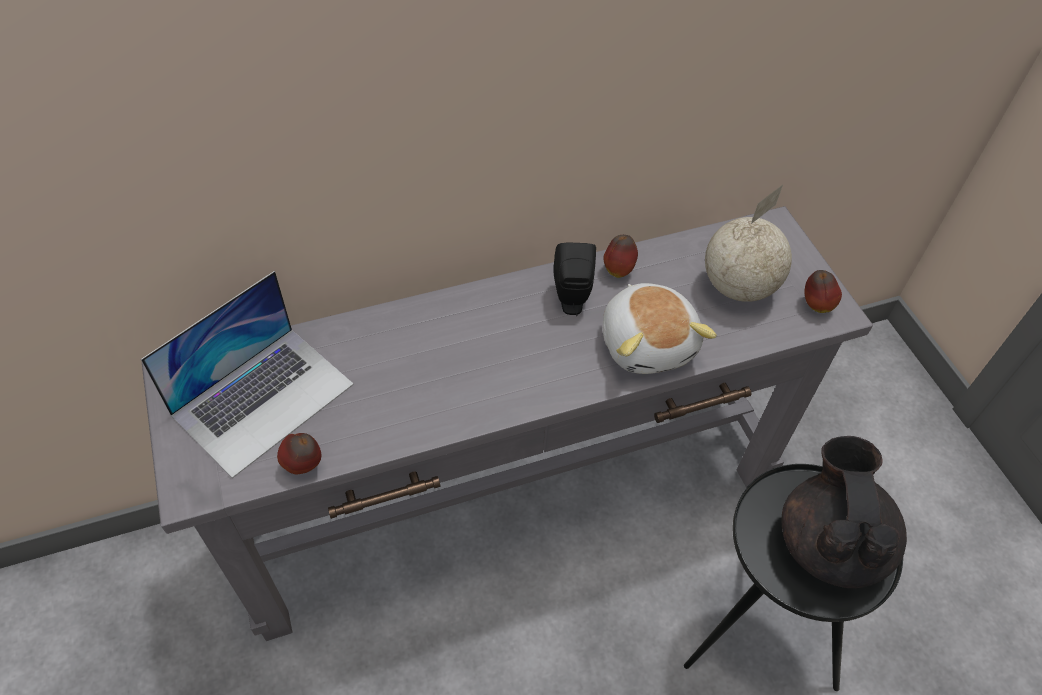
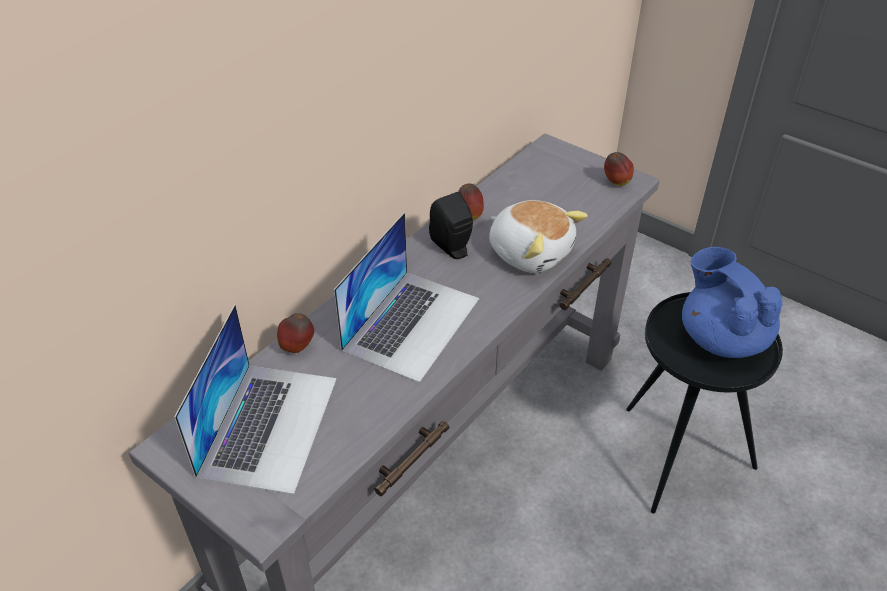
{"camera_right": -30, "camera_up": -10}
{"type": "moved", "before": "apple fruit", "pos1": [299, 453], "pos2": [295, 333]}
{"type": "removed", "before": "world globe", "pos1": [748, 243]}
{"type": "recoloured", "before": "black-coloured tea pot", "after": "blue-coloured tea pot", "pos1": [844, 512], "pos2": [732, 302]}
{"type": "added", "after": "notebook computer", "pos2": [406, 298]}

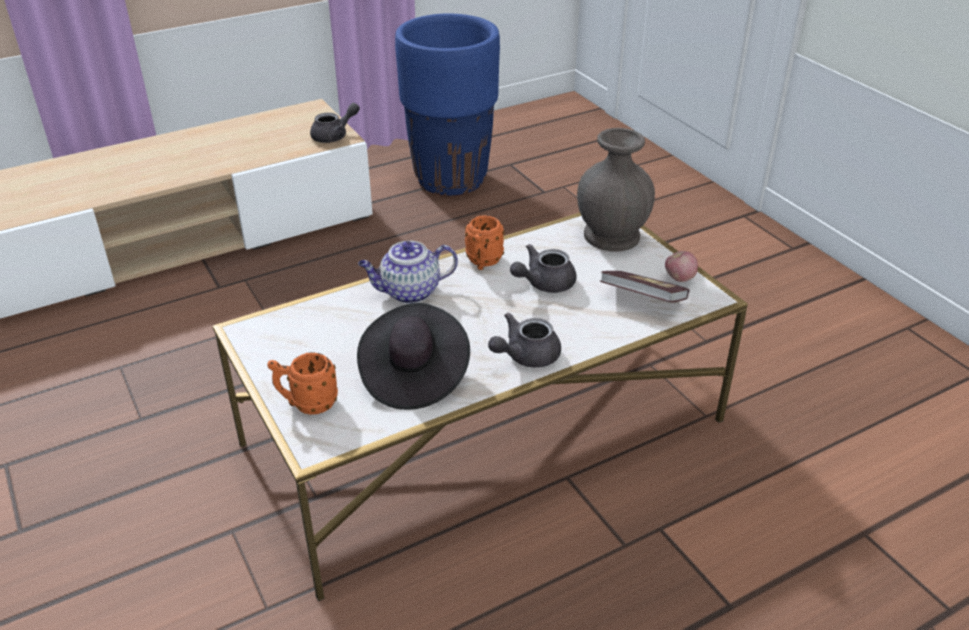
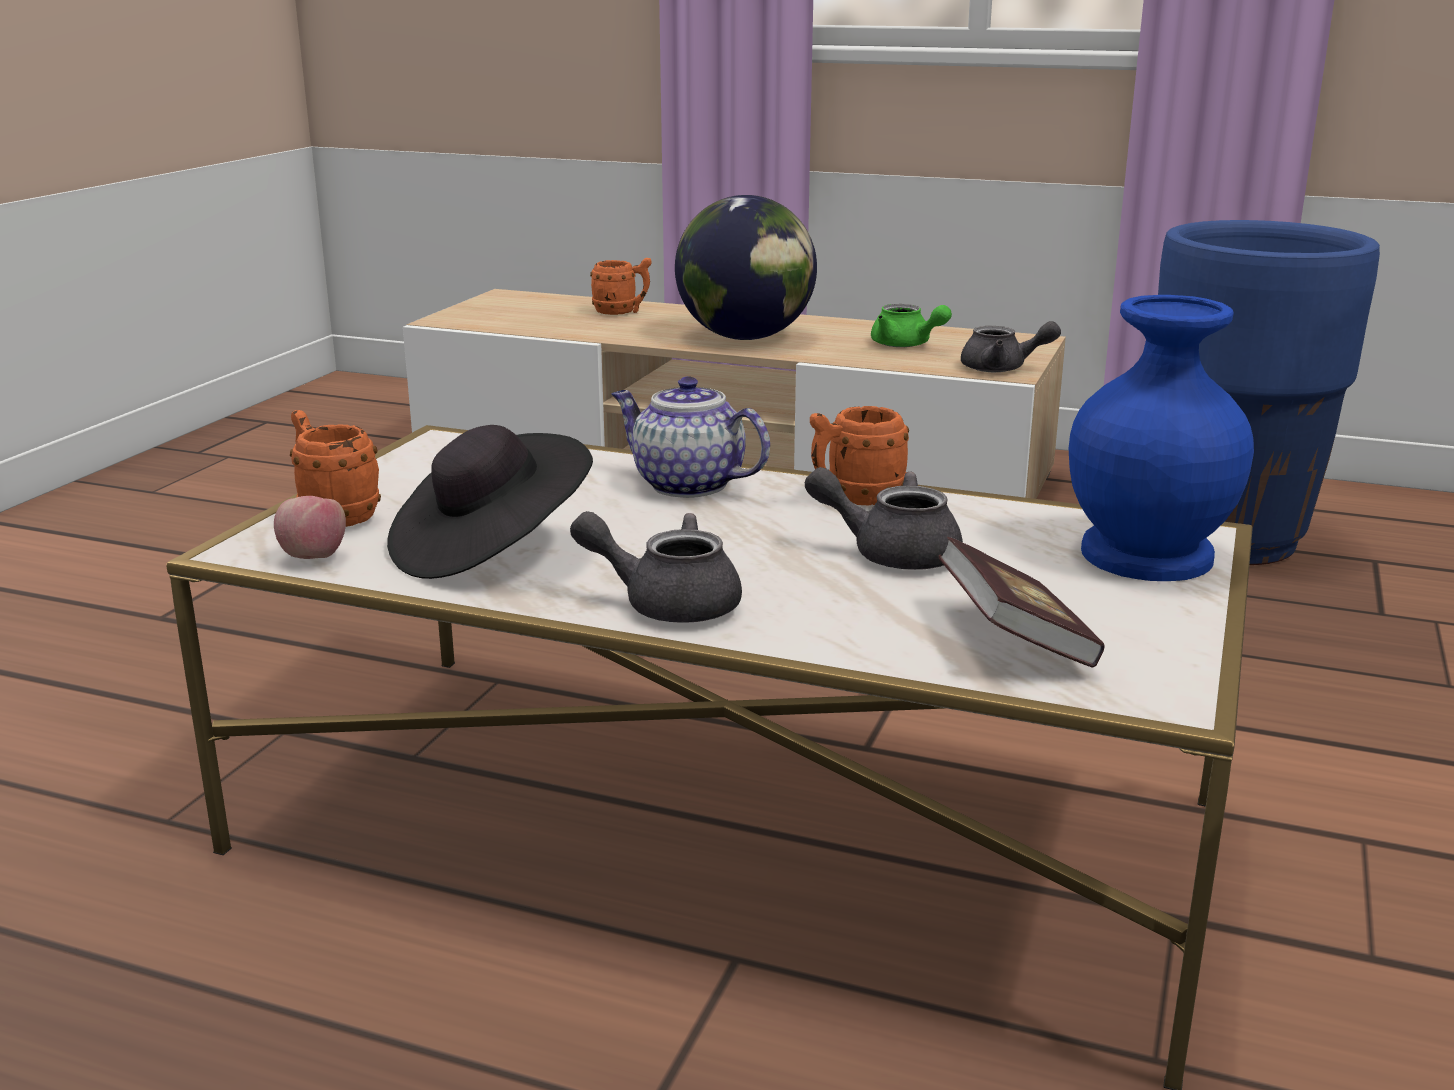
{"camera_right": 50, "camera_up": -15}
{"type": "recoloured", "before": "grey vase", "after": "blue-coloured vase", "pos1": [616, 190], "pos2": [1161, 438]}
{"type": "moved", "before": "apple fruit", "pos1": [681, 266], "pos2": [310, 527]}
{"type": "added", "after": "orangey coffee mug", "pos2": [621, 286]}
{"type": "added", "after": "world globe", "pos2": [746, 267]}
{"type": "added", "after": "green tea pot", "pos2": [911, 325]}

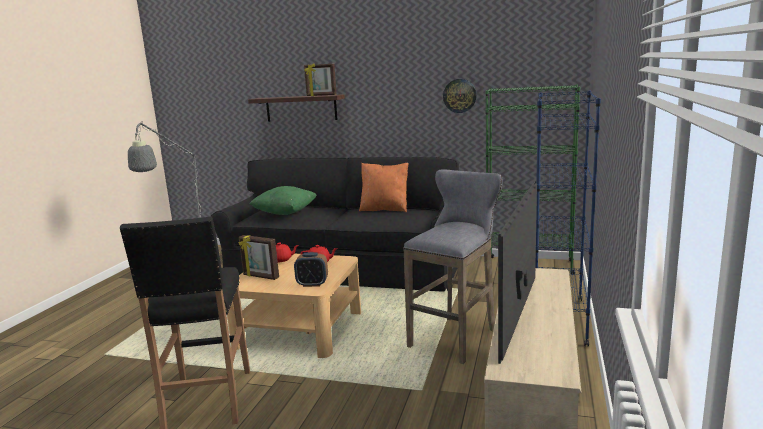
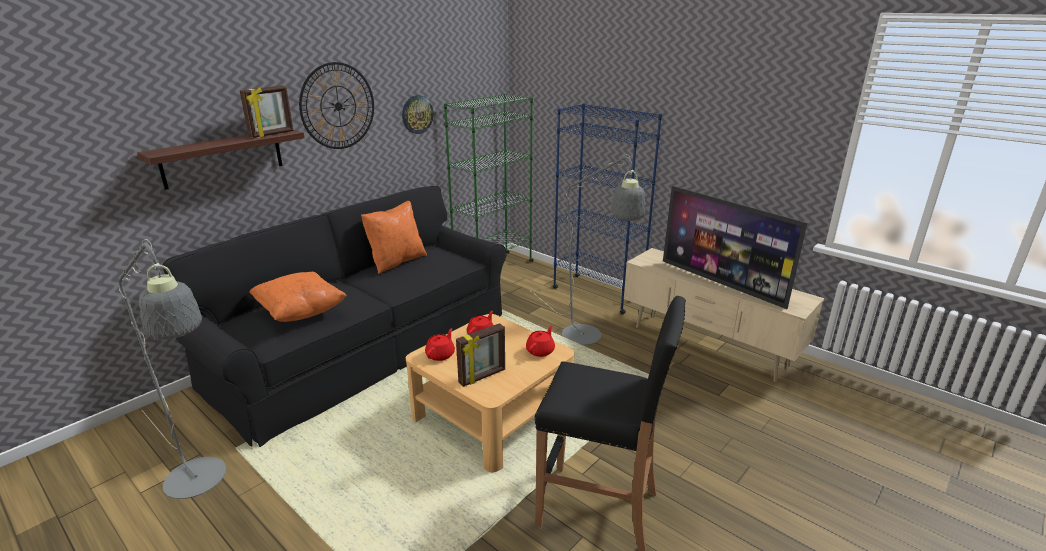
{"camera_right": -65, "camera_up": 10}
{"type": "recoloured", "before": "green cushion", "after": "orangey cushion", "pos1": [283, 200], "pos2": [298, 297]}
{"type": "replaced", "before": "alarm clock", "after": "reddish tea pot", "pos1": [311, 269], "pos2": [540, 341]}
{"type": "replaced", "before": "grey stool seat", "after": "grey standing lamp", "pos1": [453, 266], "pos2": [588, 249]}
{"type": "added", "after": "hanging clock", "pos2": [336, 105]}

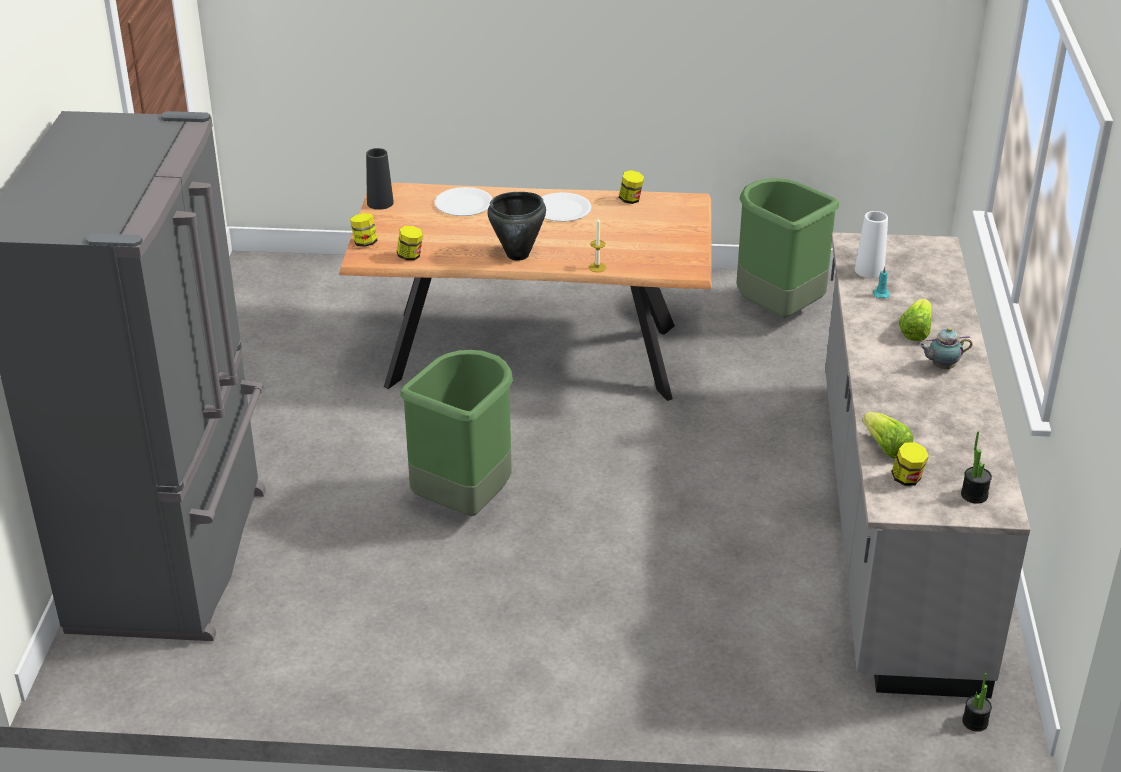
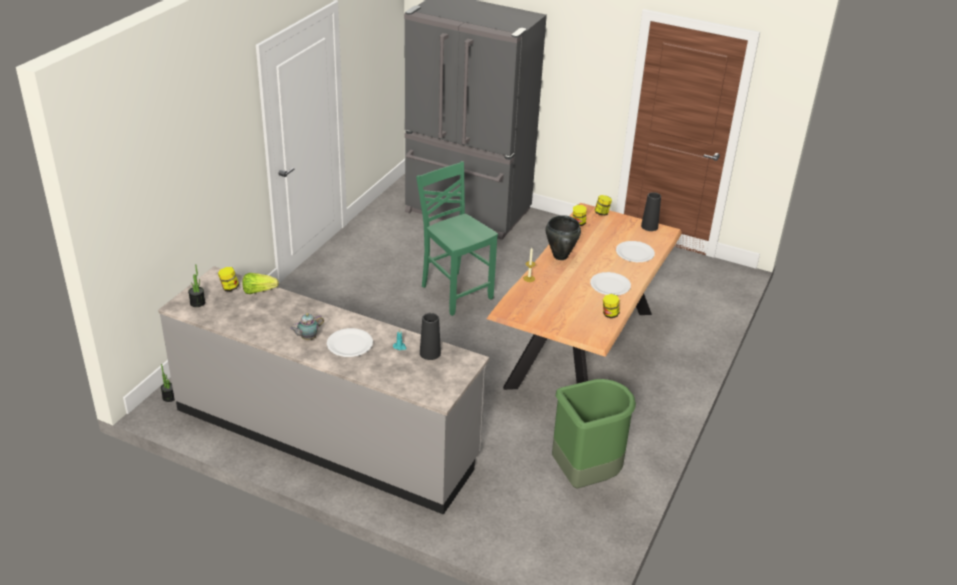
{"camera_right": 110, "camera_up": 0}
{"type": "replaced", "before": "green rubbish bin", "after": "green upright chair", "pos1": [456, 433], "pos2": [457, 238]}
{"type": "recoloured", "before": "white vase", "after": "black-coloured vase", "pos1": [871, 244], "pos2": [430, 336]}
{"type": "replaced", "before": "head of lettuce", "after": "white flat dish", "pos1": [915, 320], "pos2": [350, 342]}
{"type": "turned", "before": "tea pot", "pos1": [946, 348], "pos2": [307, 326], "turn": -135}

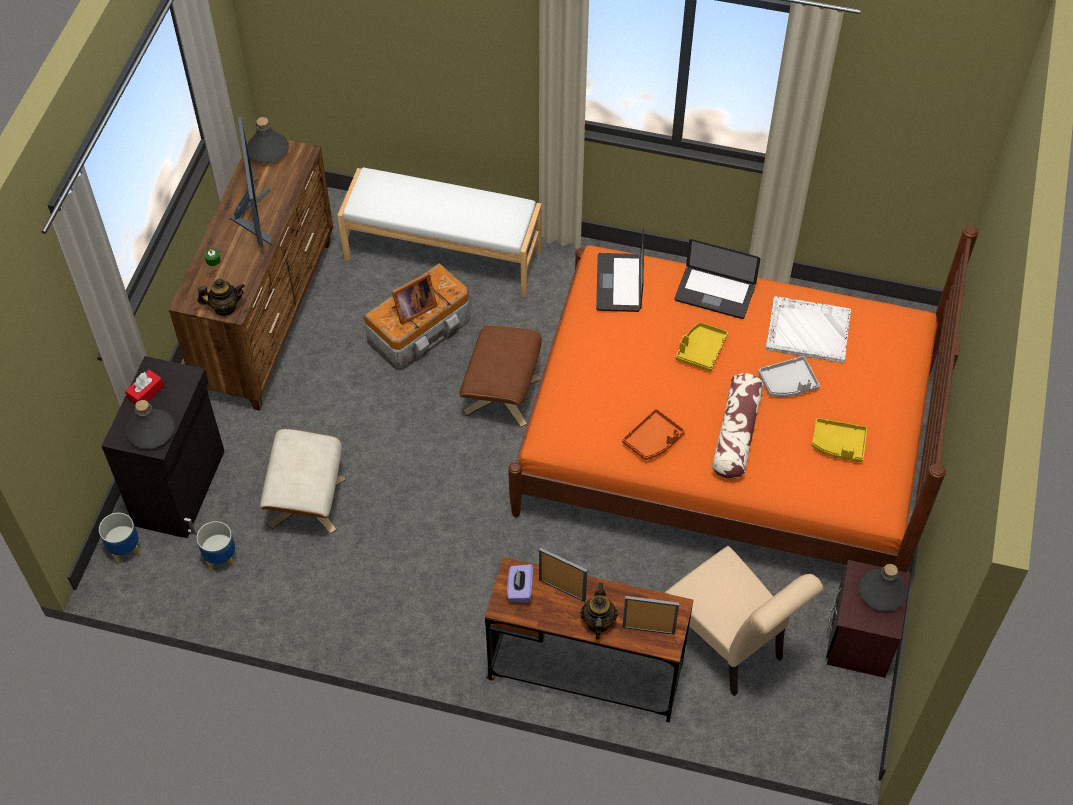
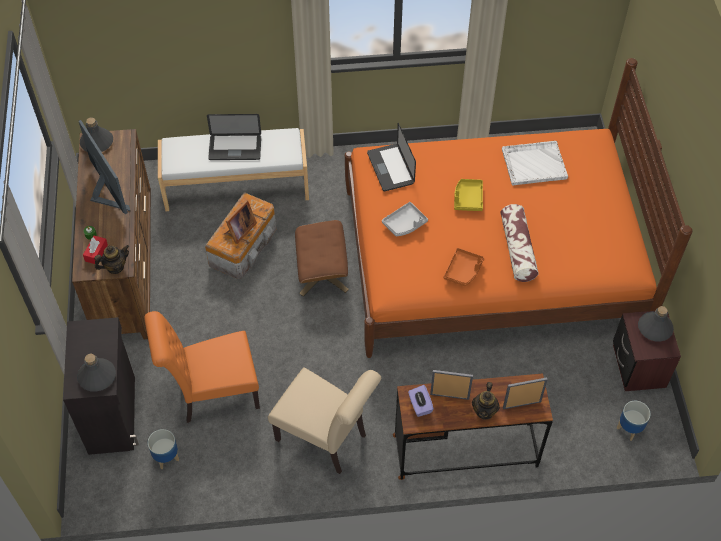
{"camera_right": -20, "camera_up": 0}
{"type": "moved", "before": "planter", "pos1": [120, 538], "pos2": [634, 421]}
{"type": "moved", "before": "reddish tissue box", "pos1": [144, 387], "pos2": [95, 250]}
{"type": "replaced", "before": "beige-coloured ottoman", "after": "orangey upright chair", "pos1": [302, 481], "pos2": [202, 367]}
{"type": "turned", "before": "tea pot", "pos1": [599, 611], "pos2": [486, 401], "turn": -150}
{"type": "moved", "before": "beige-coloured upright chair", "pos1": [744, 621], "pos2": [324, 421]}
{"type": "moved", "before": "notebook computer", "pos1": [717, 279], "pos2": [234, 137]}
{"type": "moved", "before": "grey serving tray", "pos1": [789, 376], "pos2": [405, 219]}
{"type": "removed", "before": "yellow serving tray", "pos1": [839, 440]}

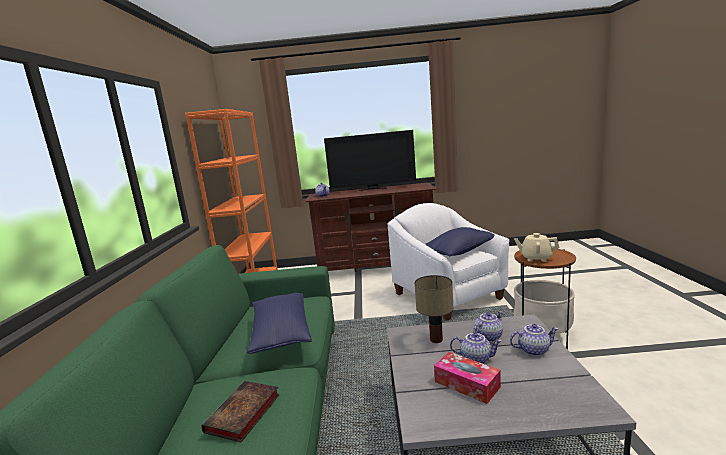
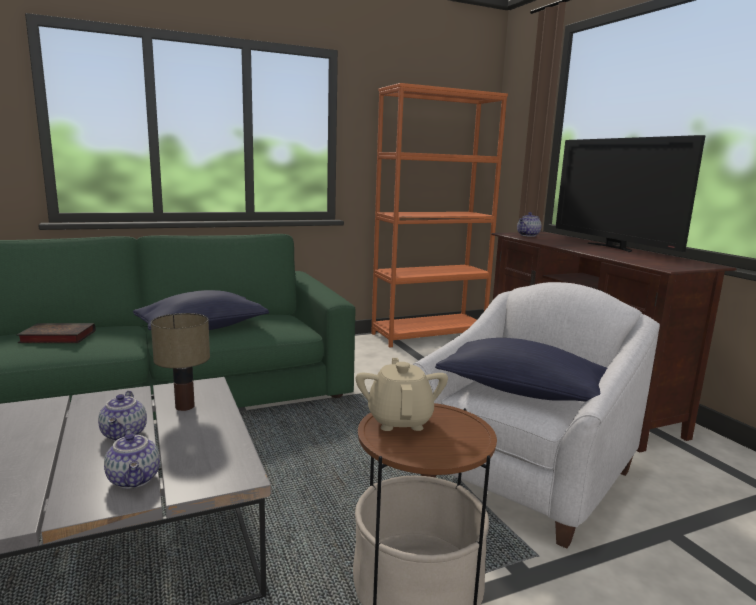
{"camera_right": 65, "camera_up": 0}
{"type": "removed", "before": "tissue box", "pos1": [467, 378]}
{"type": "removed", "before": "tea pot", "pos1": [488, 326]}

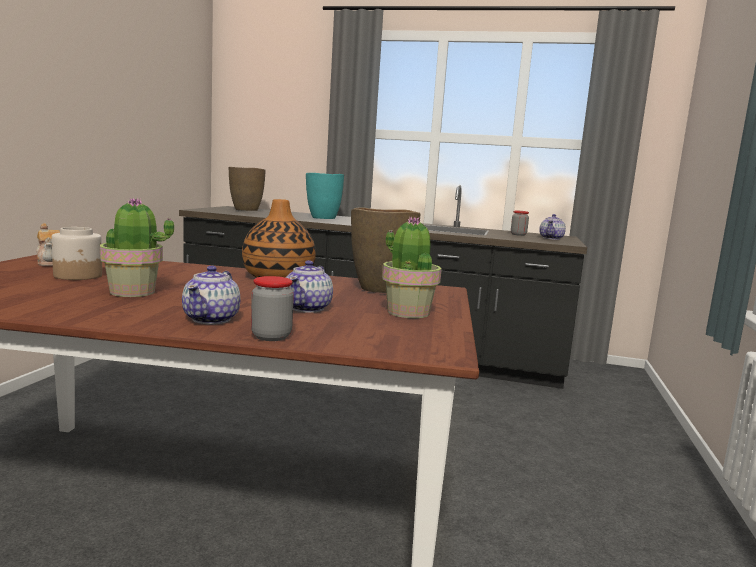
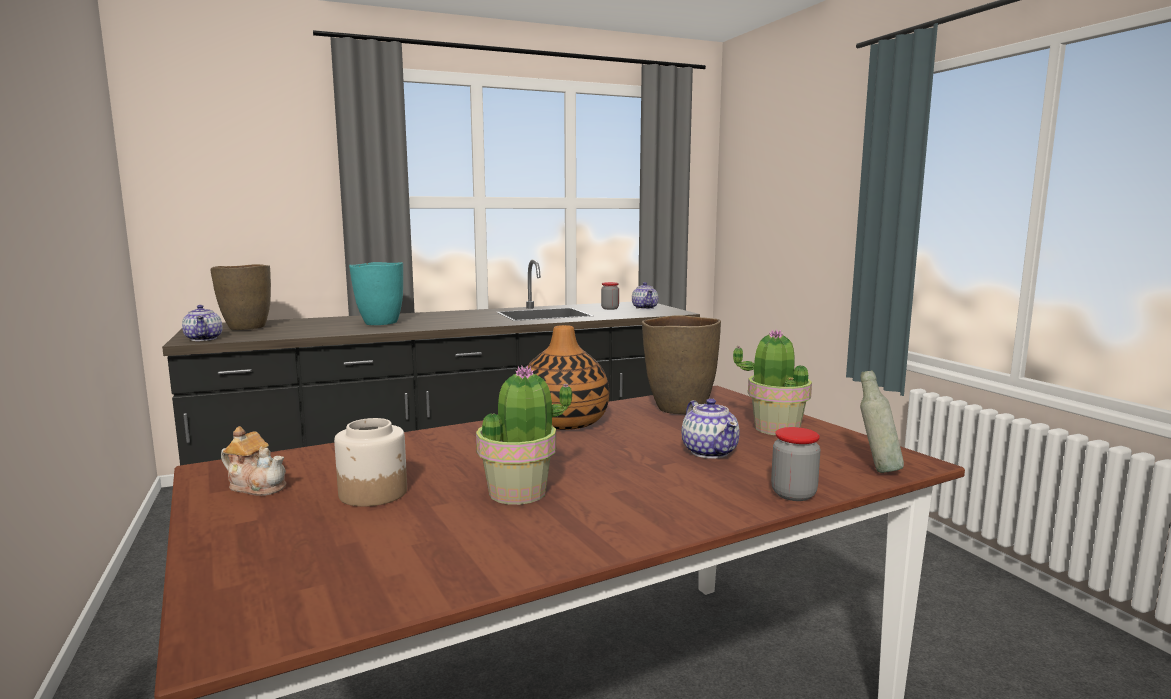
{"camera_right": -35, "camera_up": 0}
{"type": "moved", "before": "tea pot", "pos1": [211, 294], "pos2": [202, 323]}
{"type": "added", "after": "grey beverage bottle", "pos2": [882, 421]}

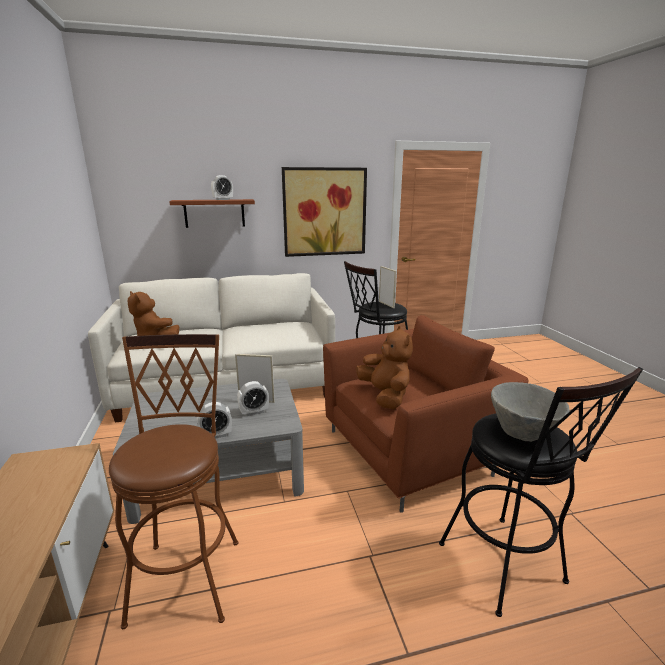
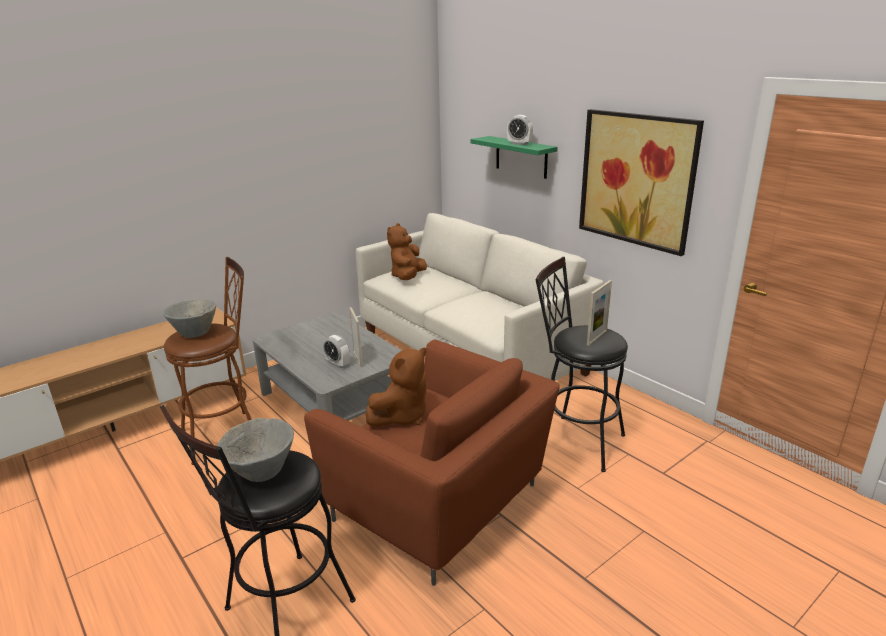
{"camera_right": 65, "camera_up": 5}
{"type": "recoloured", "before": "brown bracket shelf", "after": "green bracket shelf", "pos1": [212, 213], "pos2": [514, 157]}
{"type": "removed", "before": "alarm clock", "pos1": [214, 420]}
{"type": "added", "after": "grey bowl", "pos2": [189, 318]}

